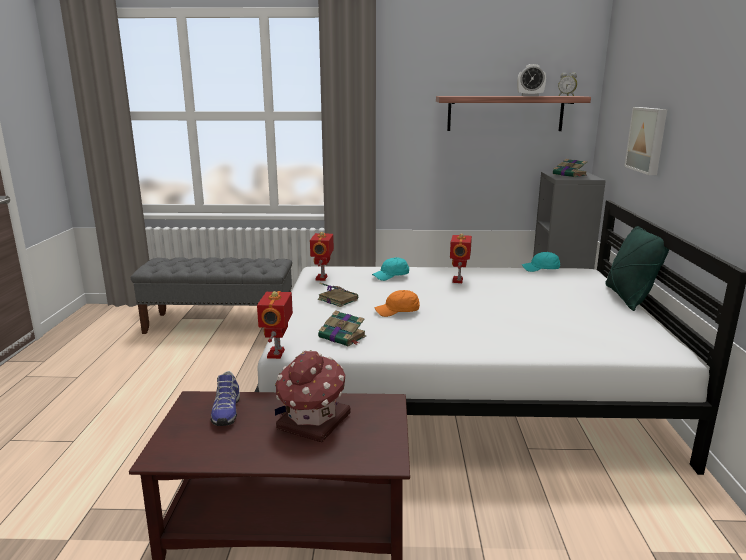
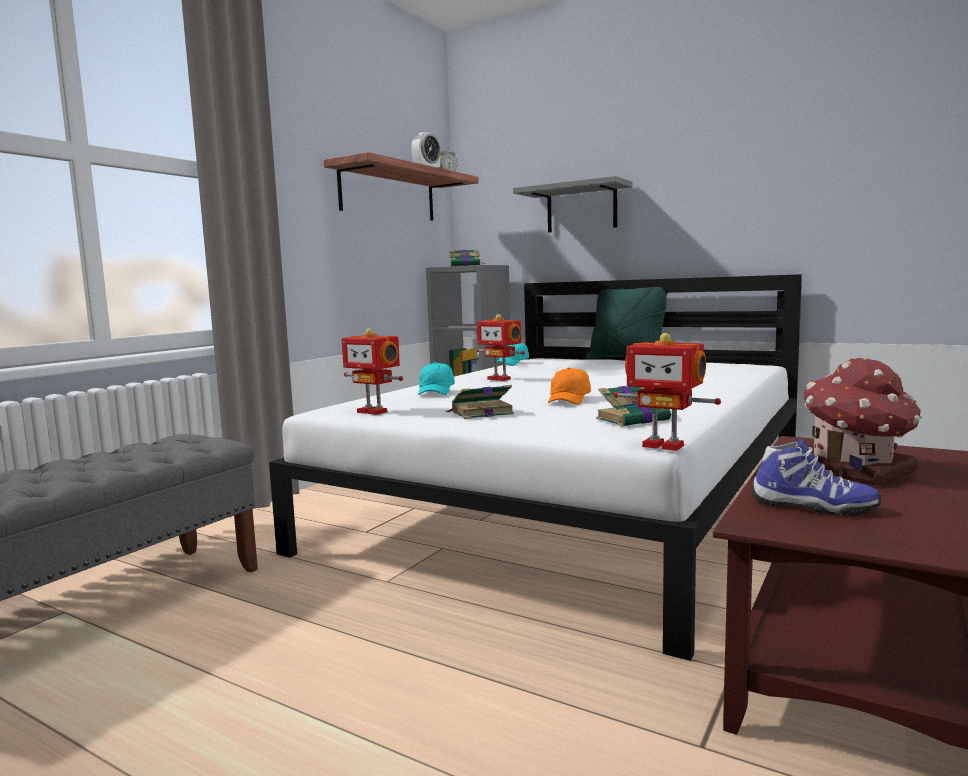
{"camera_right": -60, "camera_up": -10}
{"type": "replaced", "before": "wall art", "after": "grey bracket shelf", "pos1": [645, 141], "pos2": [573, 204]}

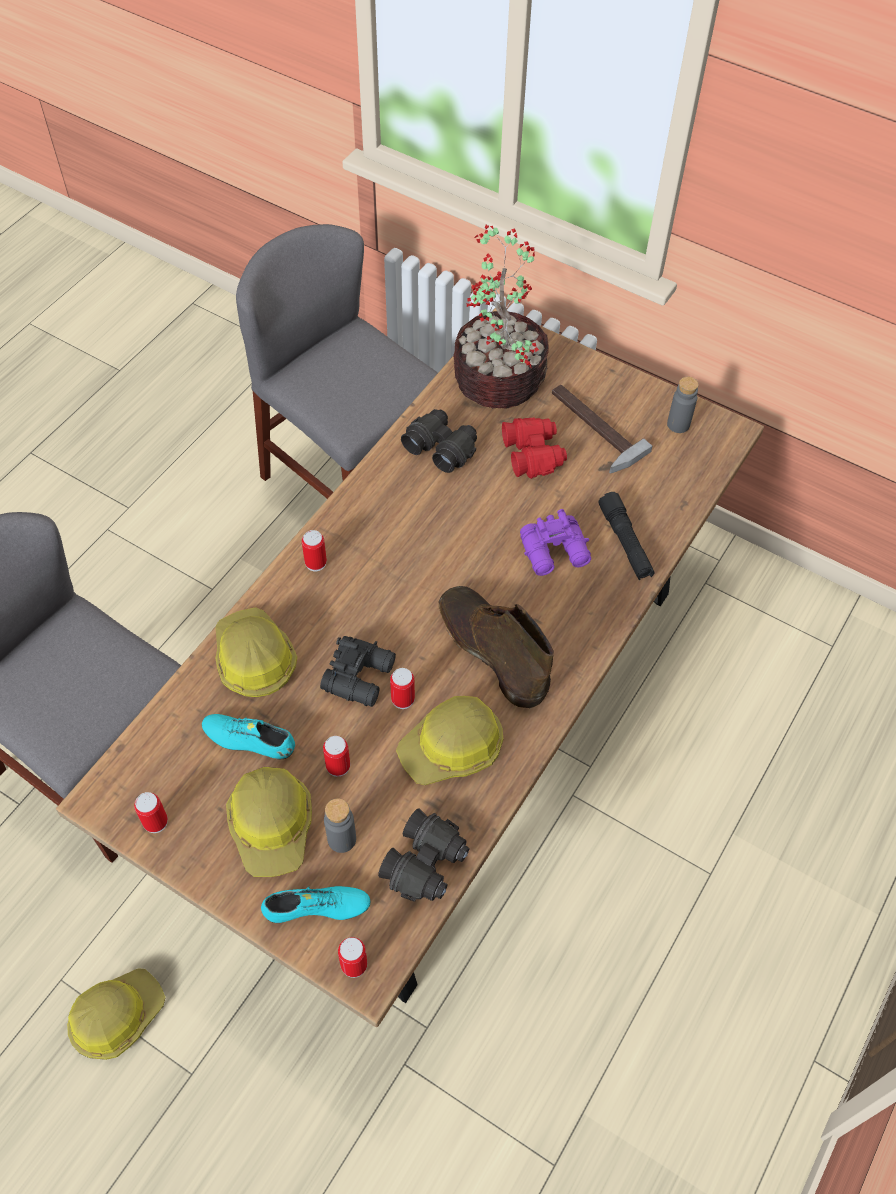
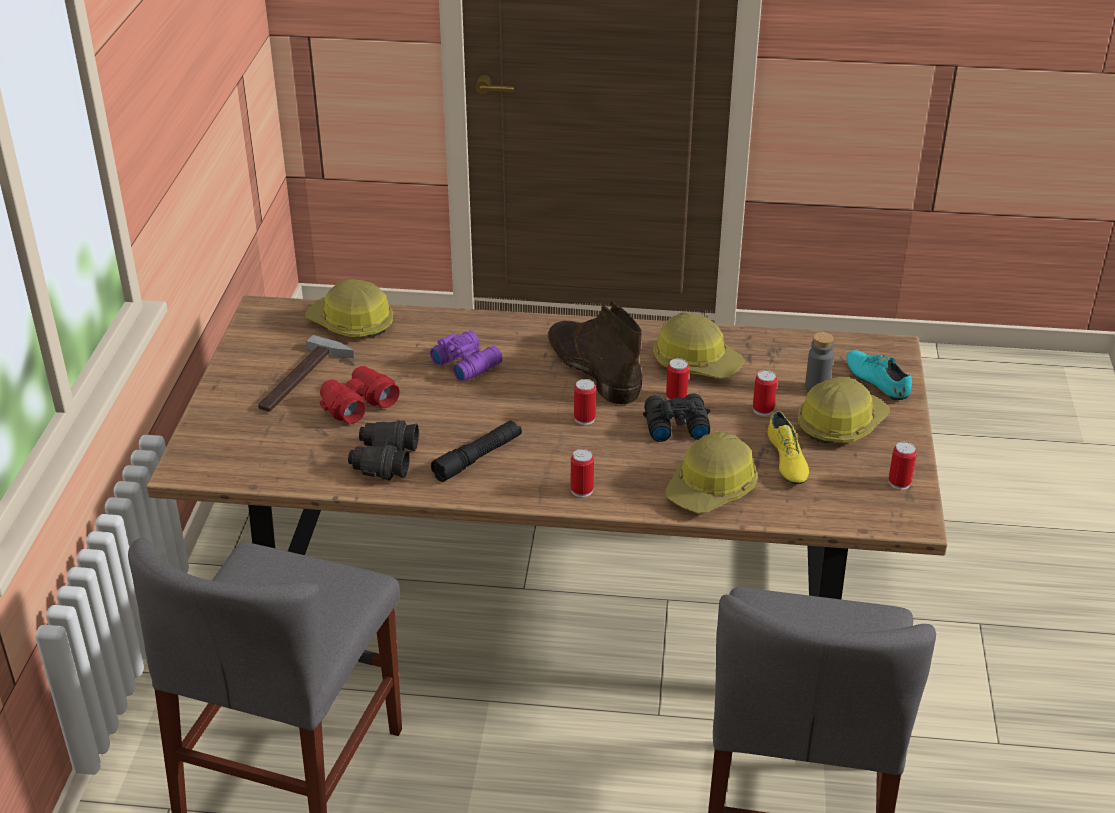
{"camera_right": -115, "camera_up": -20}
{"type": "moved", "before": "safety helmet", "pos1": [116, 1014], "pos2": [349, 308]}
{"type": "recoloured", "before": "turquoise-coloured low shoe", "after": "yellow low shoe", "pos1": [248, 736], "pos2": [788, 447]}
{"type": "moved", "before": "can", "pos1": [352, 957], "pos2": [585, 402]}
{"type": "removed", "before": "black-coloured binoculars", "pos1": [424, 855]}
{"type": "turned", "before": "brown high-top boot", "pos1": [496, 647], "pos2": [595, 354], "turn": 120}
{"type": "removed", "before": "potted plant", "pos1": [501, 317]}
{"type": "moved", "before": "black-coloured hand torch", "pos1": [626, 536], "pos2": [476, 451]}
{"type": "removed", "before": "grey beverage bottle", "pos1": [683, 405]}

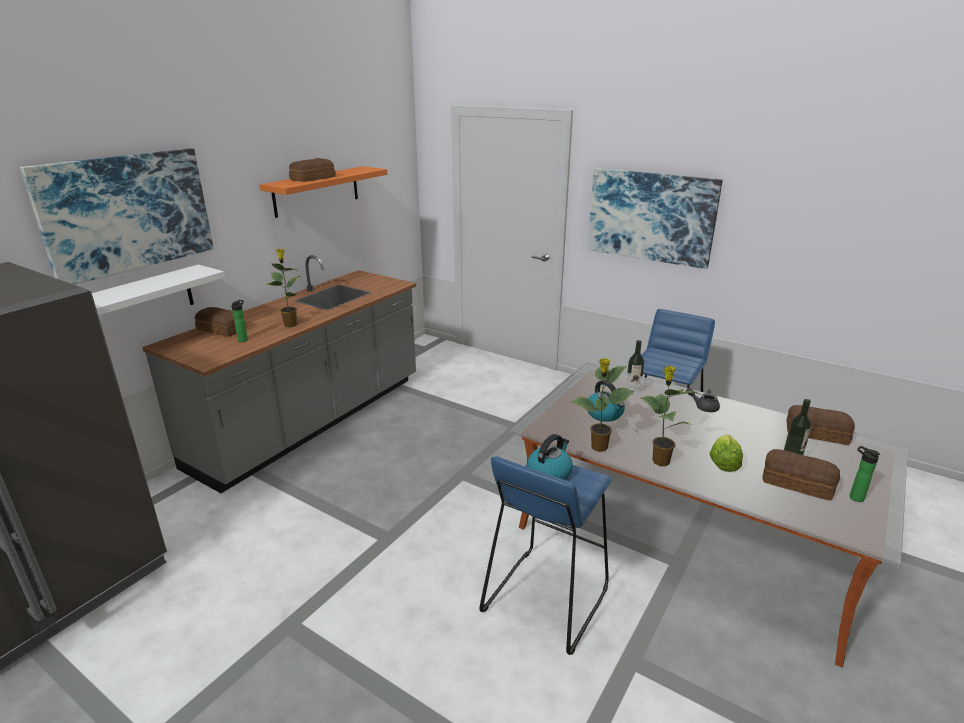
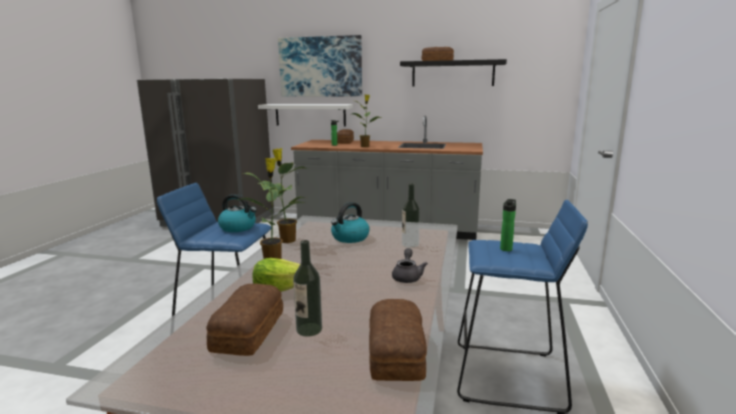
{"camera_right": 70, "camera_up": -10}
{"type": "recoloured", "before": "orangey bracket shelf", "after": "black-coloured bracket shelf", "pos1": [323, 192], "pos2": [453, 73]}
{"type": "removed", "before": "wall art", "pos1": [655, 218]}
{"type": "moved", "before": "beverage bottle", "pos1": [865, 474], "pos2": [508, 225]}

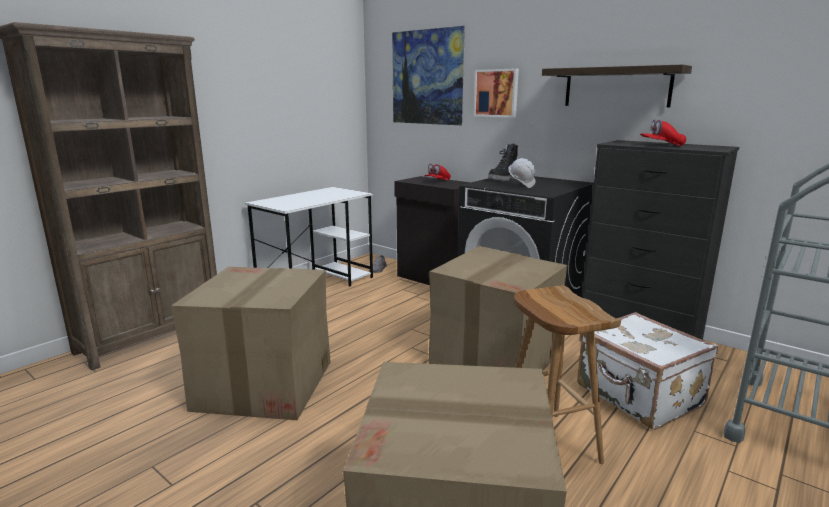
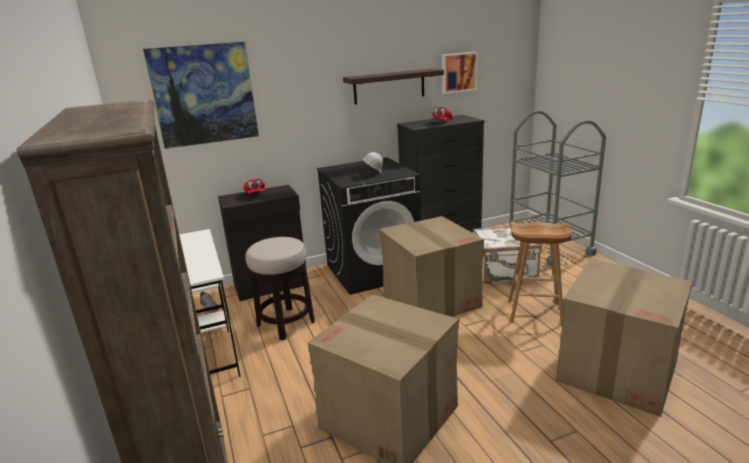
{"camera_right": -60, "camera_up": 5}
{"type": "moved", "before": "wall art", "pos1": [496, 93], "pos2": [460, 73]}
{"type": "removed", "before": "black-coloured high-top boot", "pos1": [503, 162]}
{"type": "added", "after": "stool seat", "pos2": [280, 288]}

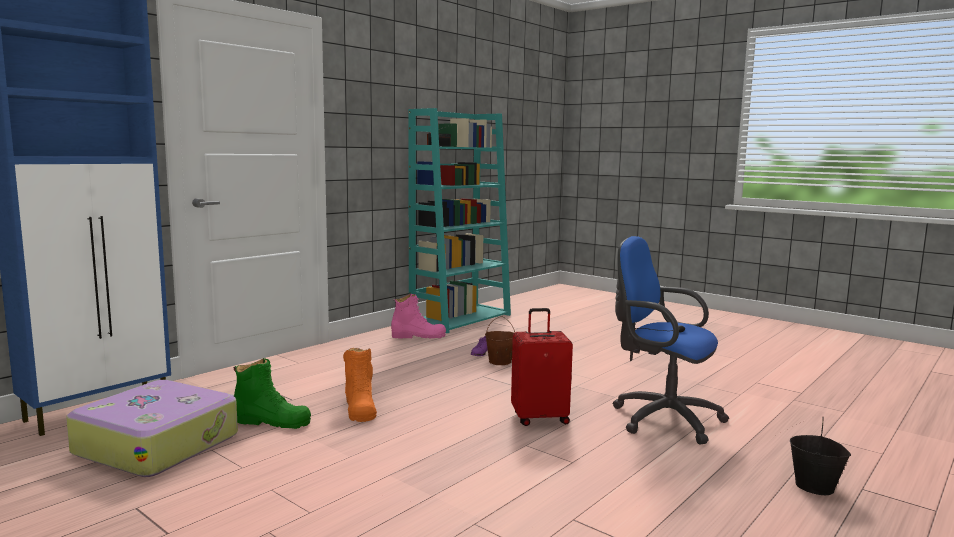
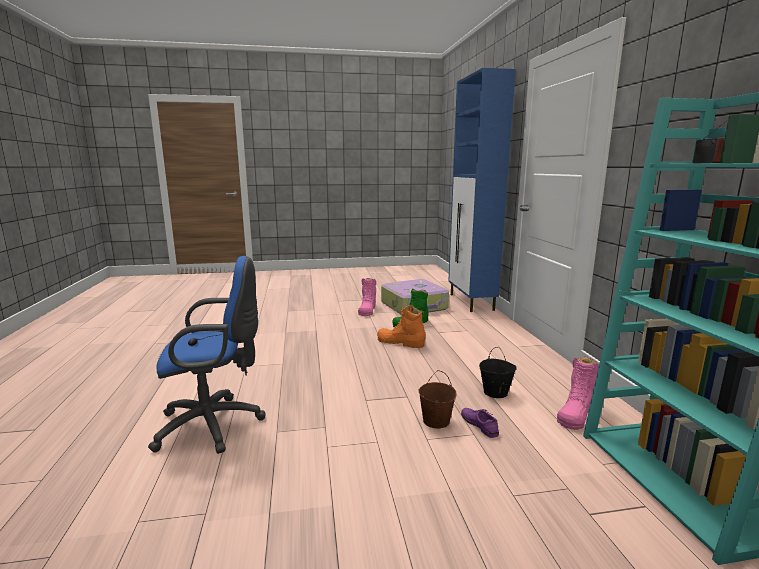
{"camera_right": 130, "camera_up": 5}
{"type": "removed", "before": "reddish suitcase", "pos1": [542, 367]}
{"type": "moved", "before": "black-coloured water bucket", "pos1": [820, 456], "pos2": [498, 372]}
{"type": "added", "after": "pink high-top boot", "pos2": [367, 297]}

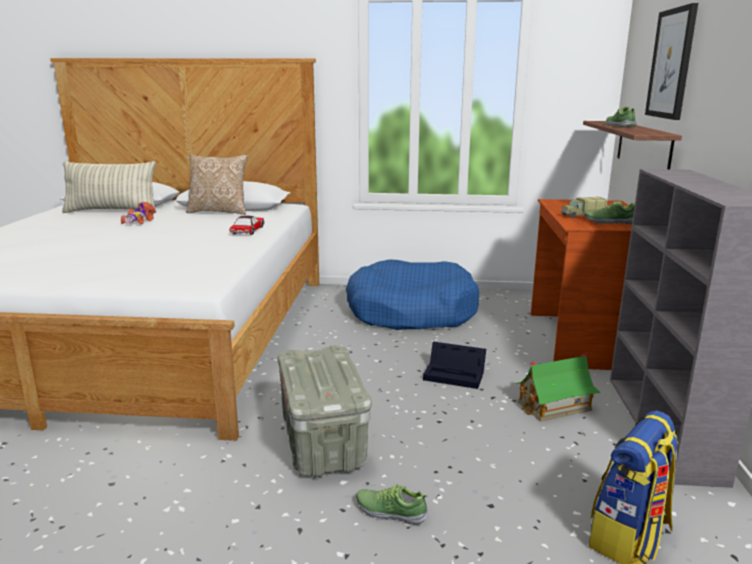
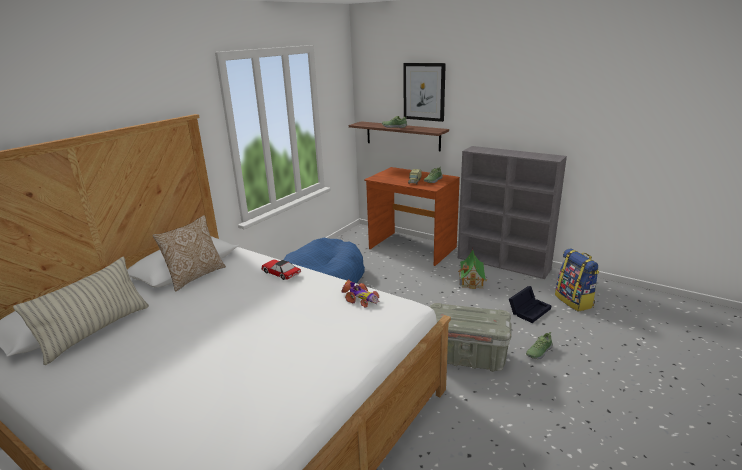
{"camera_right": -60, "camera_up": 5}
{"type": "moved", "before": "model car", "pos1": [138, 213], "pos2": [360, 293]}
{"type": "moved", "before": "black-coloured storage box", "pos1": [454, 365], "pos2": [530, 304]}

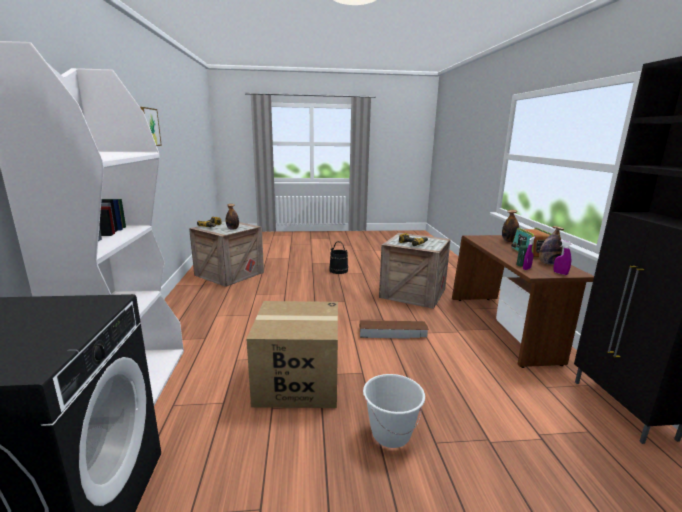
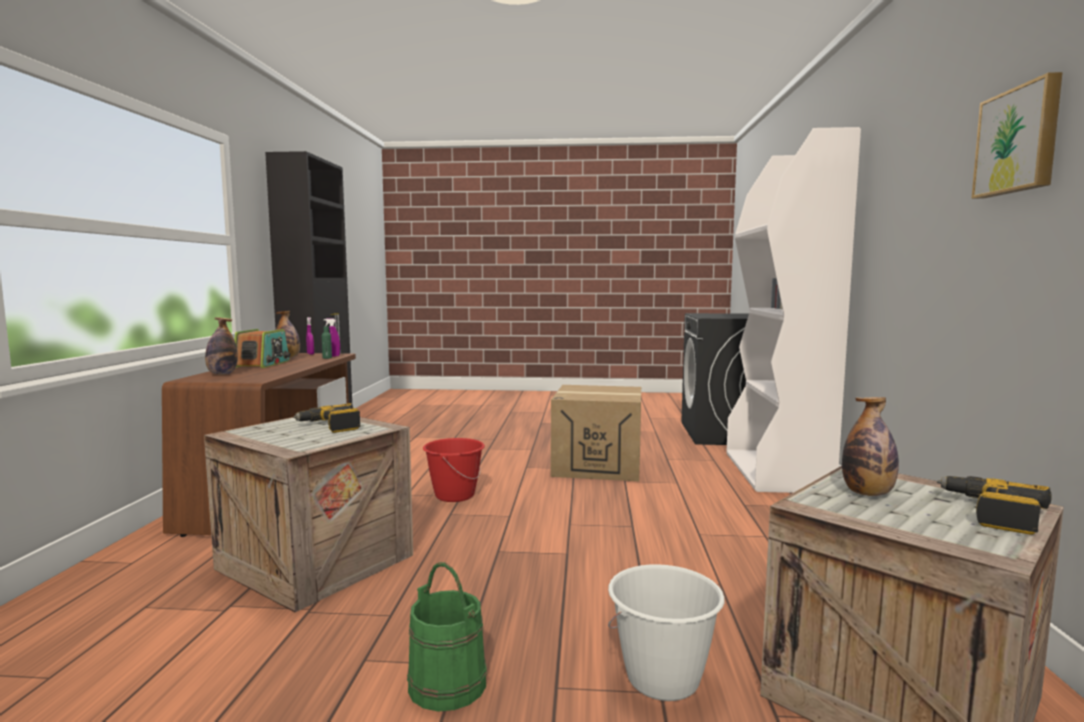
{"camera_right": -170, "camera_up": -10}
{"type": "recoloured", "before": "black-coloured water bucket", "after": "green water bucket", "pos1": [338, 257], "pos2": [447, 636]}
{"type": "replaced", "before": "brown storage box", "after": "reddish water bucket", "pos1": [394, 329], "pos2": [454, 470]}
{"type": "moved", "before": "white water bucket", "pos1": [394, 411], "pos2": [666, 632]}

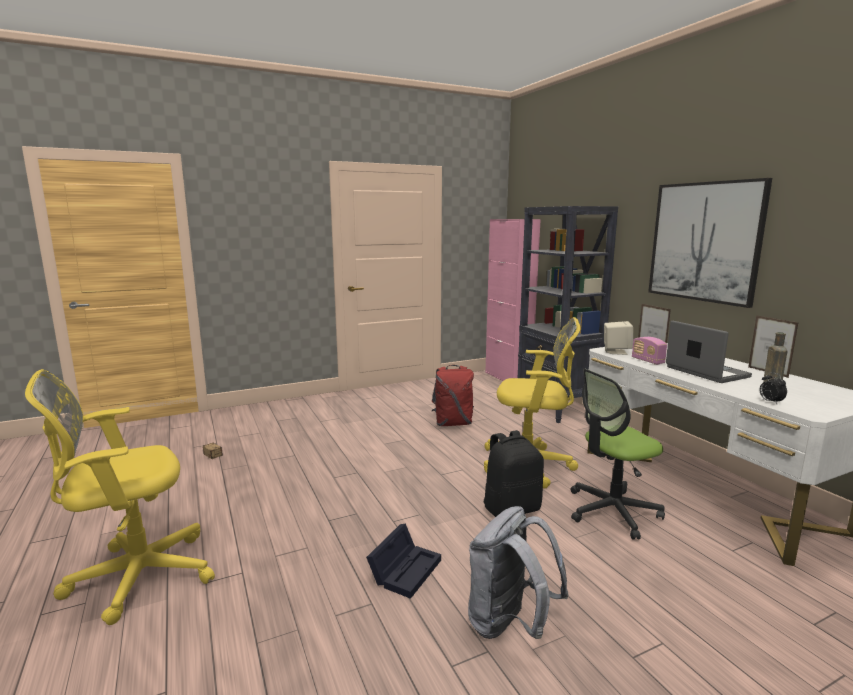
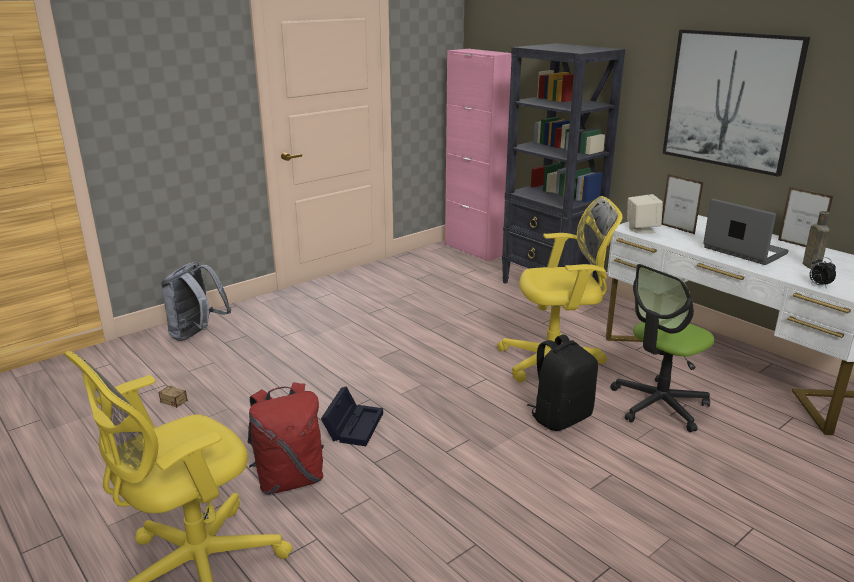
{"camera_right": -15, "camera_up": 10}
{"type": "moved", "before": "black-coloured storage box", "pos1": [403, 561], "pos2": [352, 416]}
{"type": "moved", "before": "reddish rucksack", "pos1": [453, 395], "pos2": [286, 438]}
{"type": "moved", "before": "grey rucksack", "pos1": [518, 572], "pos2": [196, 301]}
{"type": "removed", "before": "radio", "pos1": [649, 351]}

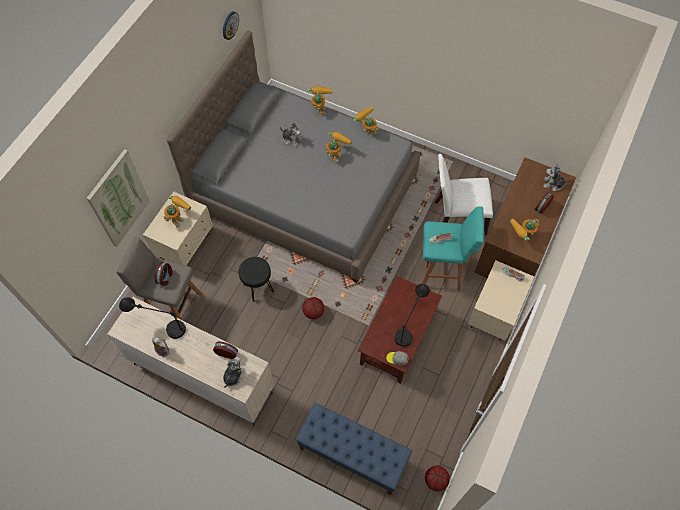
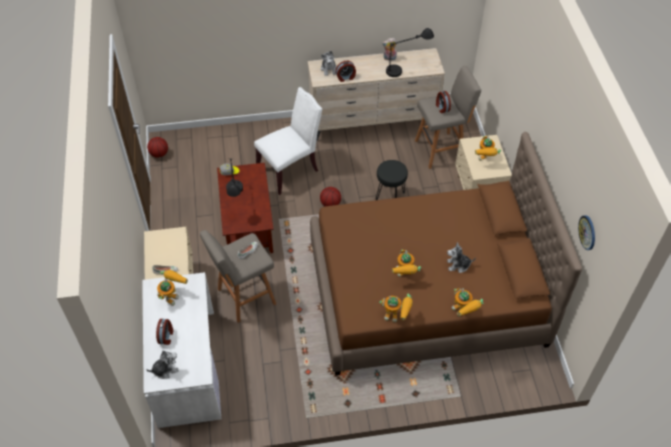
{"camera_right": 145, "camera_up": -10}
{"type": "removed", "before": "wall art", "pos1": [118, 198]}
{"type": "recoloured", "before": "grey bed", "after": "brown bed", "pos1": [293, 157], "pos2": [446, 253]}
{"type": "removed", "before": "blue-coloured long seat", "pos1": [354, 449]}
{"type": "recoloured", "before": "turquoise-coloured stool seat", "after": "grey stool seat", "pos1": [452, 248], "pos2": [238, 276]}
{"type": "moved", "before": "white upright chair", "pos1": [464, 194], "pos2": [288, 141]}
{"type": "recoloured", "before": "brown desk table", "after": "white desk table", "pos1": [525, 218], "pos2": [181, 350]}

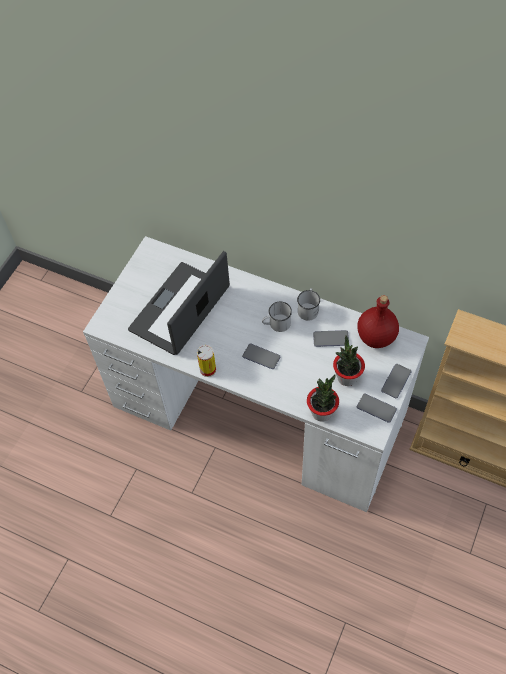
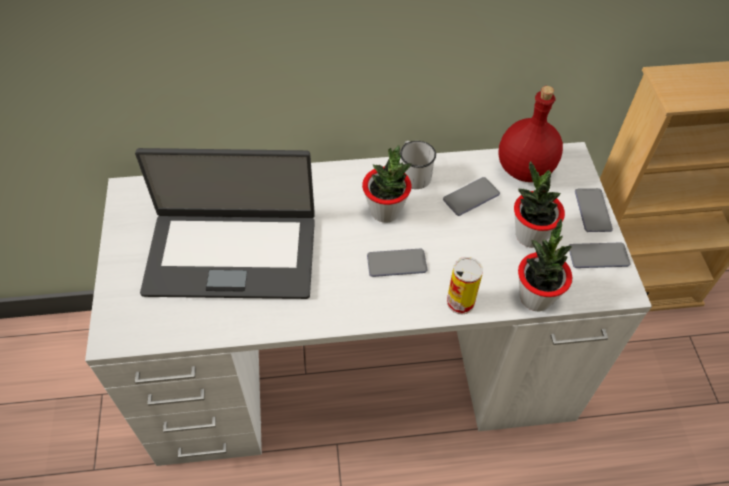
{"camera_right": -35, "camera_up": -5}
{"type": "turned", "before": "notebook computer", "pos1": [179, 303], "pos2": [225, 223], "turn": -90}
{"type": "moved", "before": "can", "pos1": [206, 361], "pos2": [465, 285]}
{"type": "replaced", "before": "white coffee mug", "after": "potted plant", "pos1": [277, 317], "pos2": [387, 184]}

